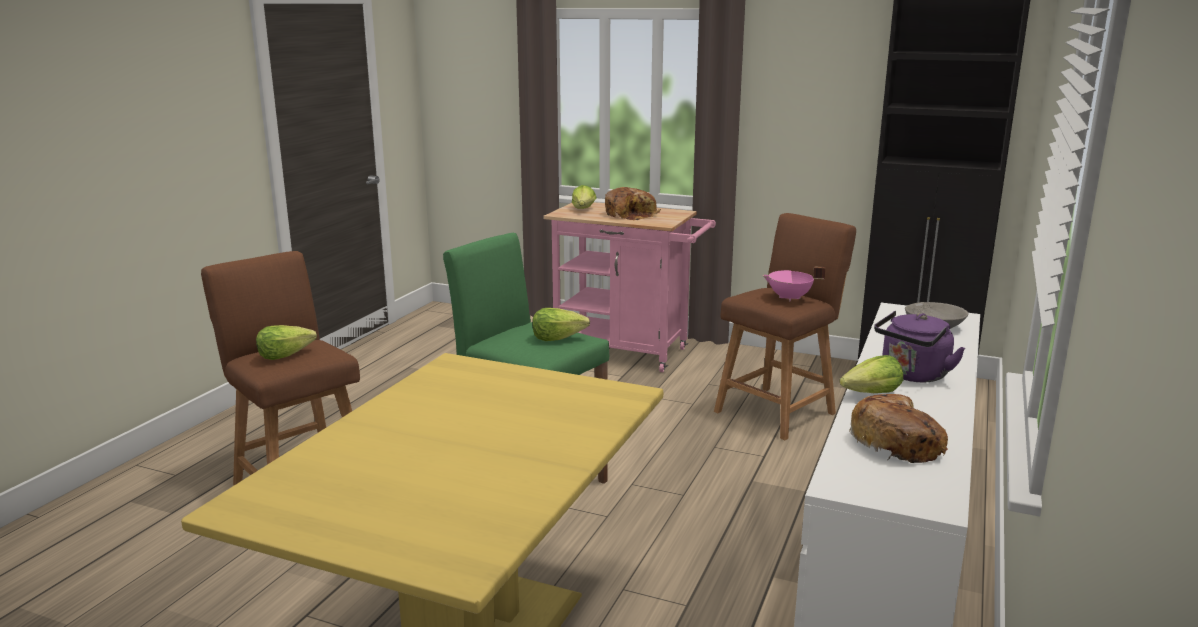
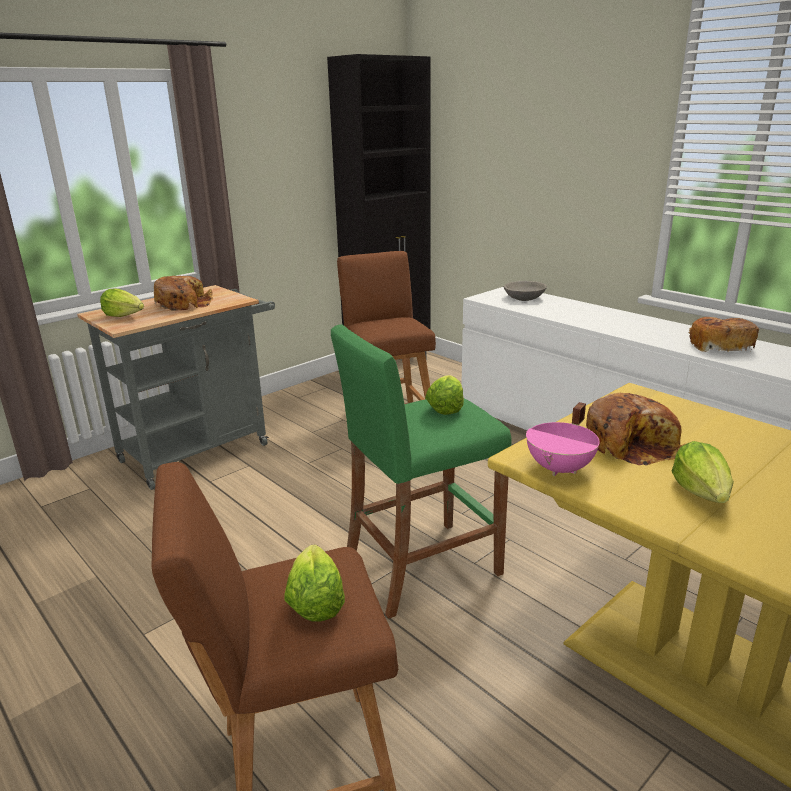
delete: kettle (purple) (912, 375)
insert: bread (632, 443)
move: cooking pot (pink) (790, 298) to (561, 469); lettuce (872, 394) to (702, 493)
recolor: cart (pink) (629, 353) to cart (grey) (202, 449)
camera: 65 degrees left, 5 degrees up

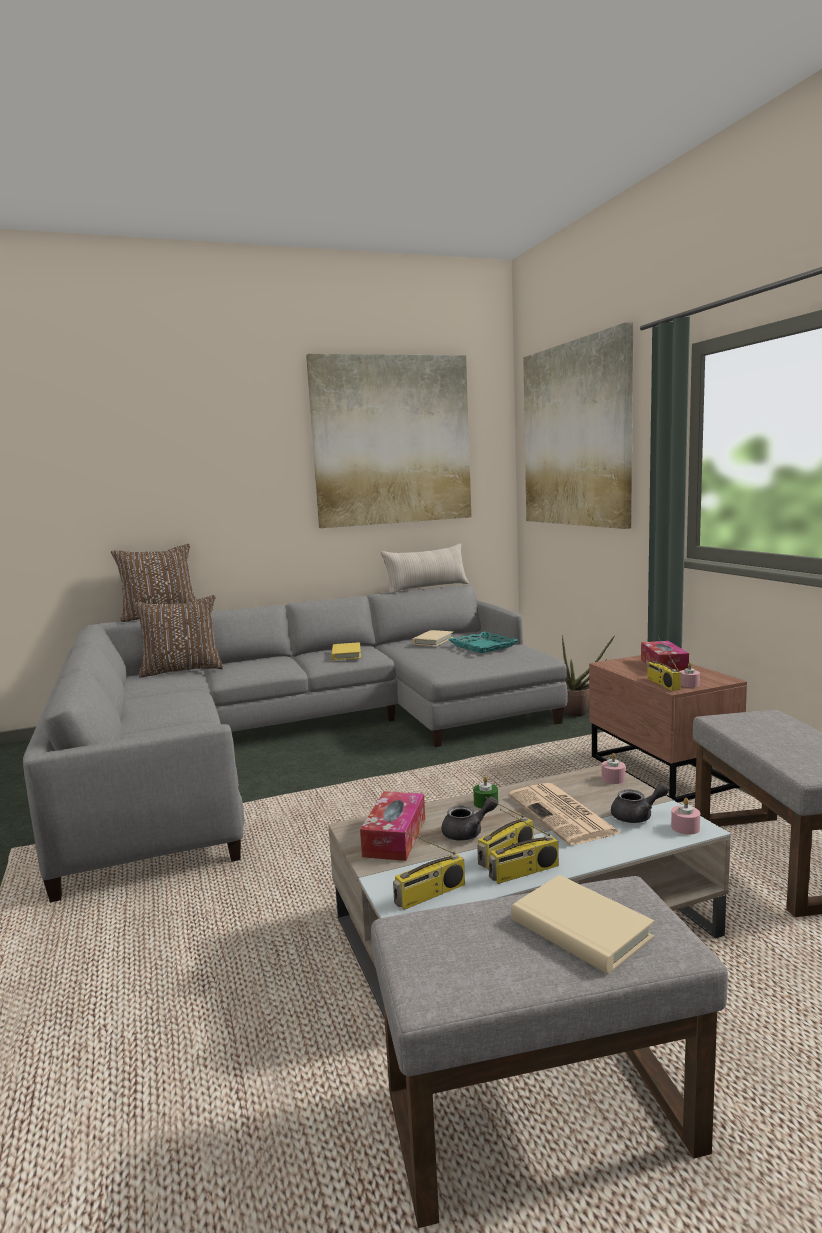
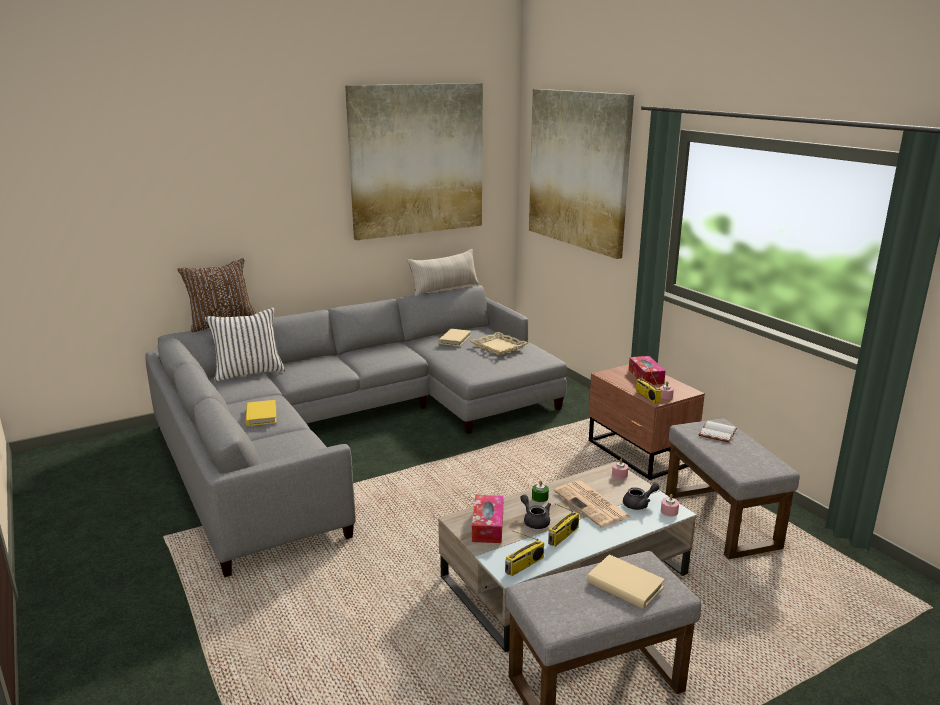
delete: radio (524, 872); potted plant (580, 714)
insert: book (white) (716, 432)
move: book (yellow) (346, 654) to (261, 415)
recolor: pillow (brown) (182, 670) to pillow (white) (248, 372); tray (turquoise) (482, 646) to tray (beige) (498, 347)
rotate: teapot (grey) (468, 832) = (535, 521) 90 degrees counterclockwise
camera: 10 degrees left, 10 degrees up

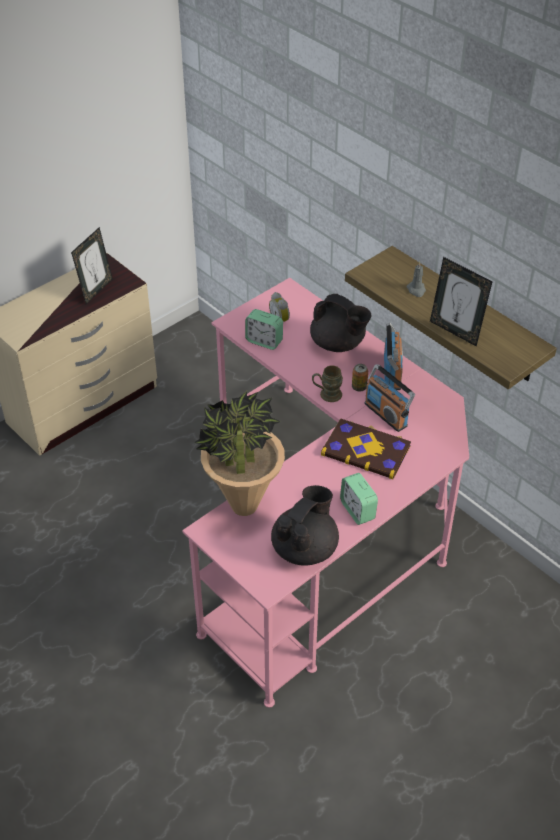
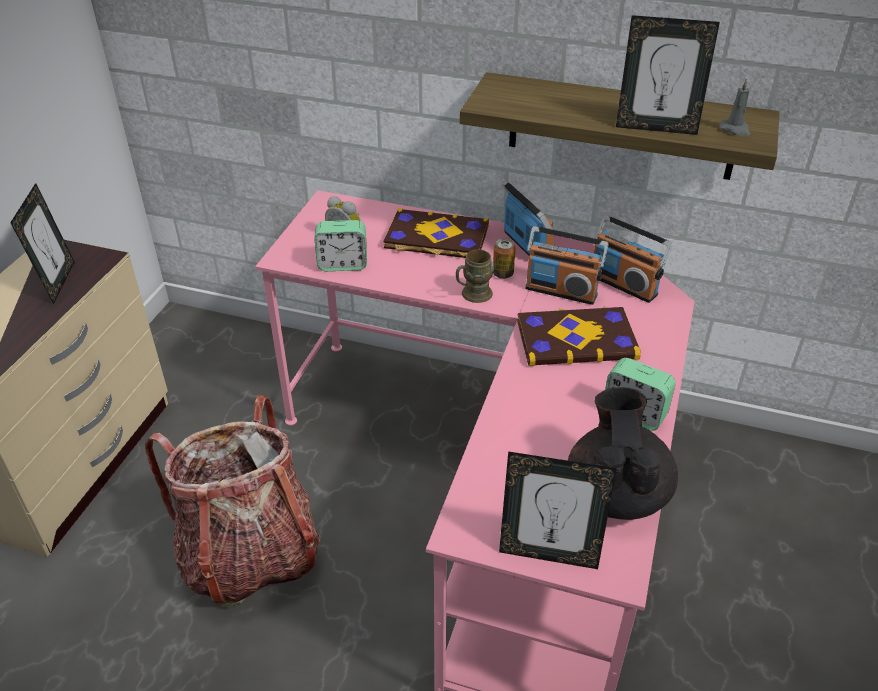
delete: potted plant (244, 506)
insert: backpack (250, 555); picture frame (549, 553); radio (623, 284)
move: candle (grey) (416, 290) to (735, 130)
replace: teapot (black) (338, 344) to book (436, 238)
camera: 30 degrees left, 5 degrees down

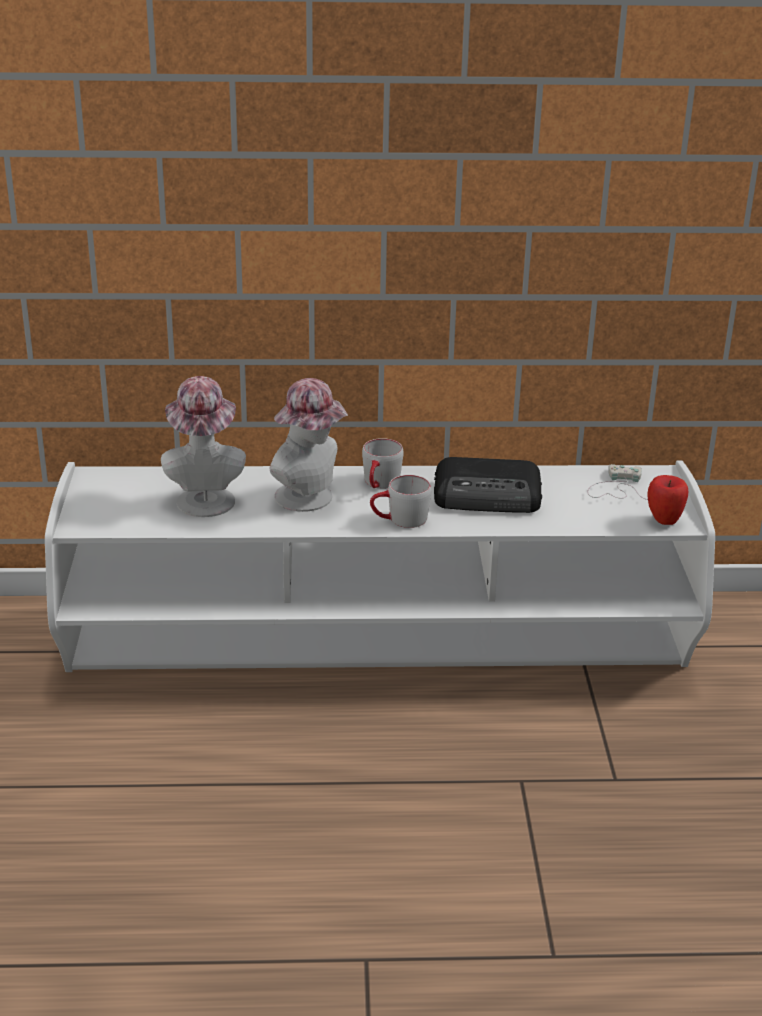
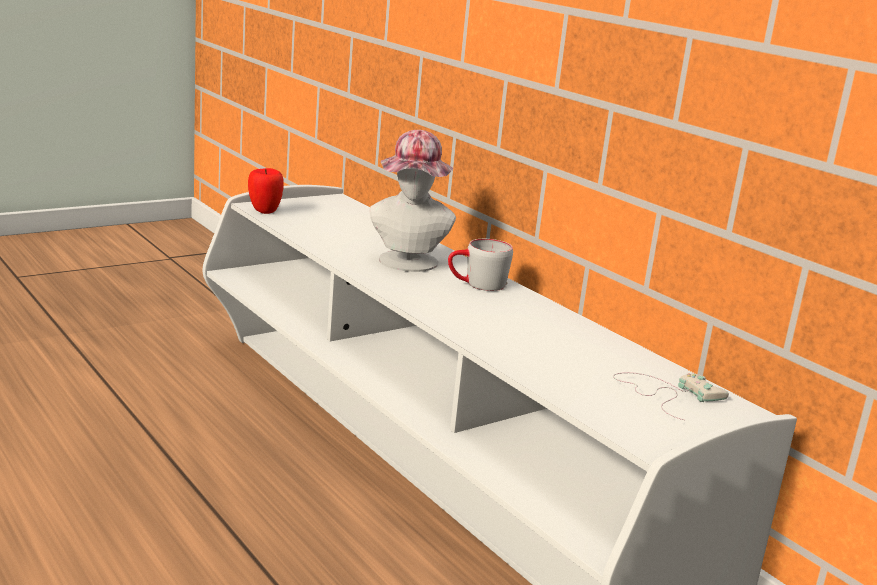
delete: hat (205, 498); mug (grey) (399, 520); radio (489, 496)
move: apple (664, 521) to (265, 211)
camera: 55 degrees right, 10 degrees down

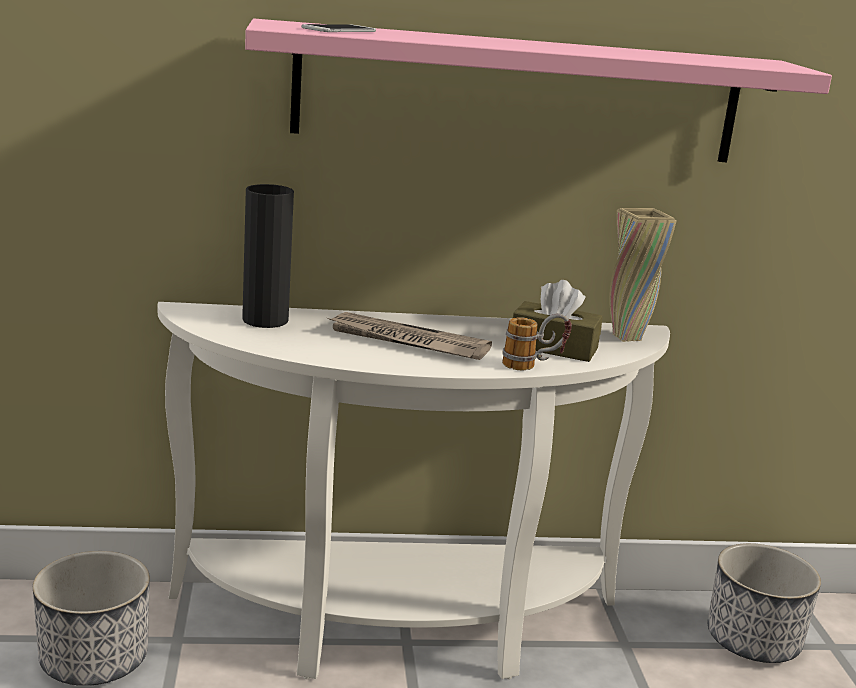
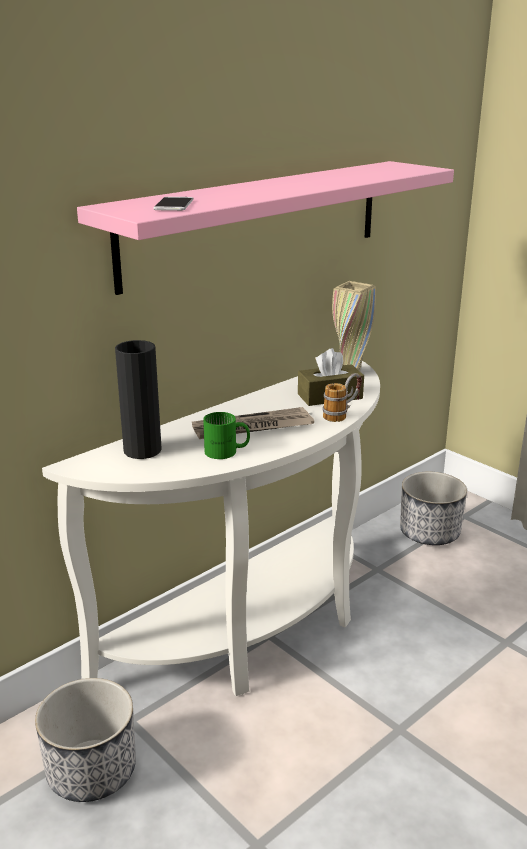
insert: mug (green) (227, 452)
camera: 35 degrees left, 5 degrees up

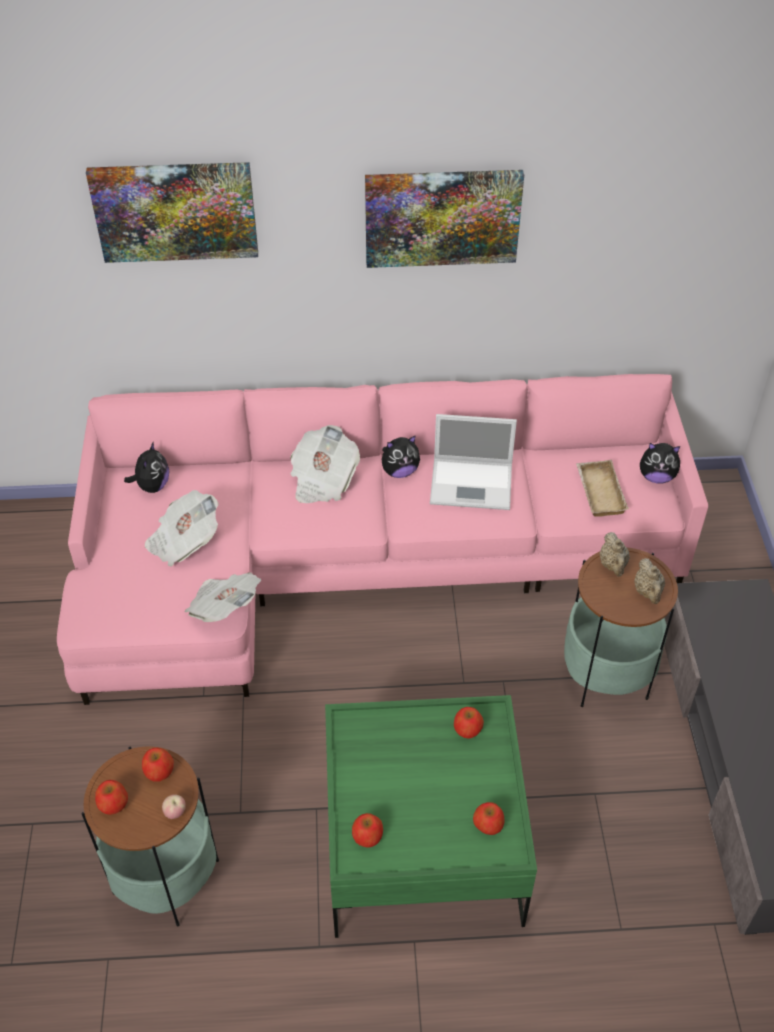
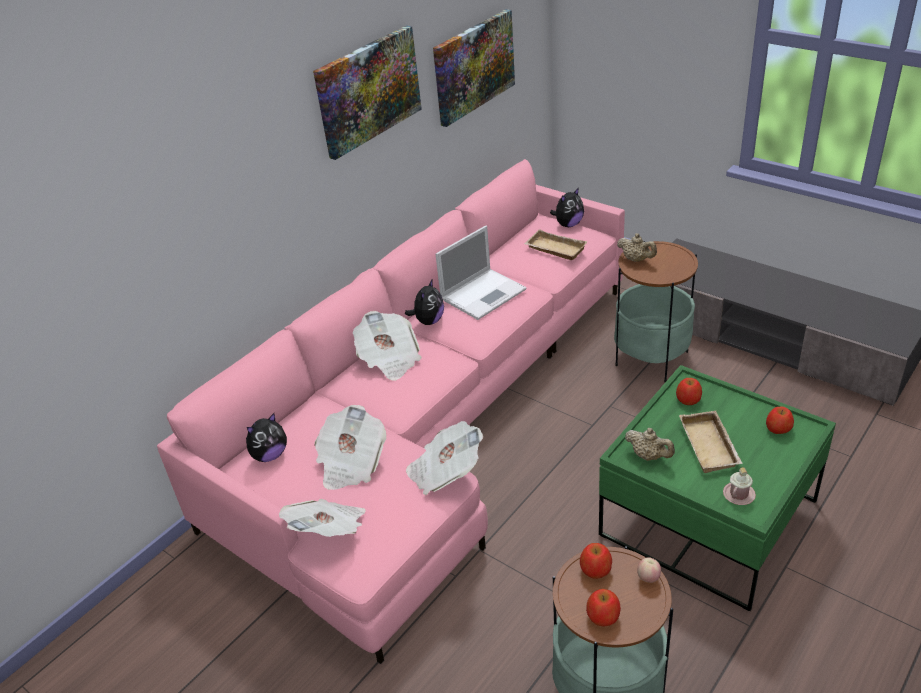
insert: newspaper (329, 531); tray (beige) (711, 446)
move: picture (175, 211) to (473, 66); teapot (beige) (648, 592) to (649, 456)
replace: apple (367, 836) to mug (pink) (739, 494)
rotate: plush toy (152, 486) = (270, 455) 90 degrees clockwise
camera: 45 degrees left, 10 degrees down

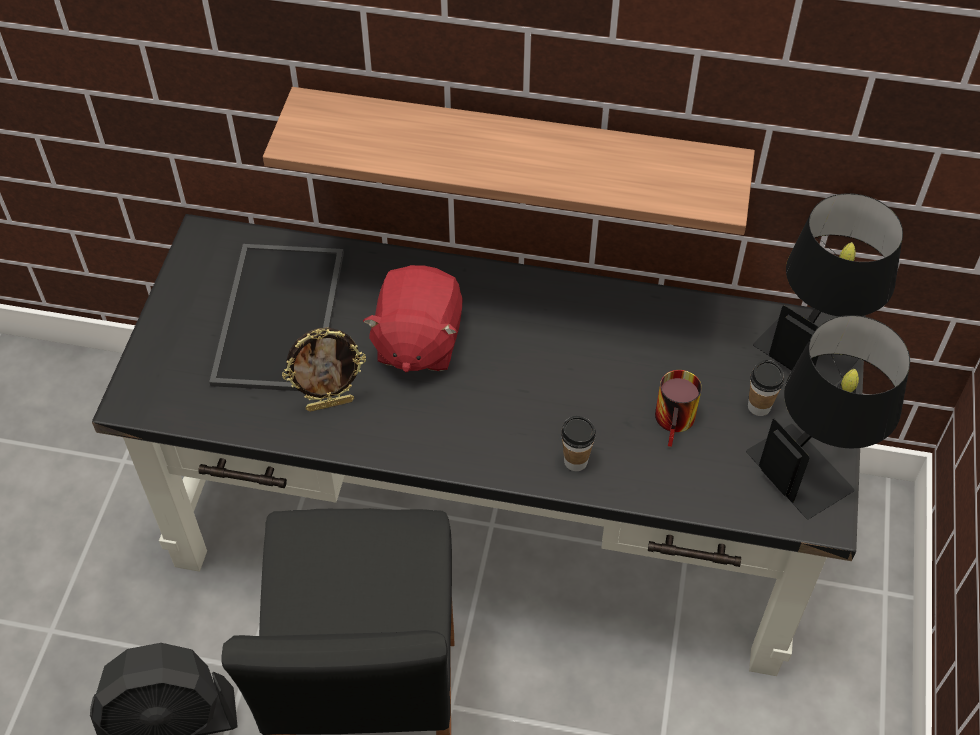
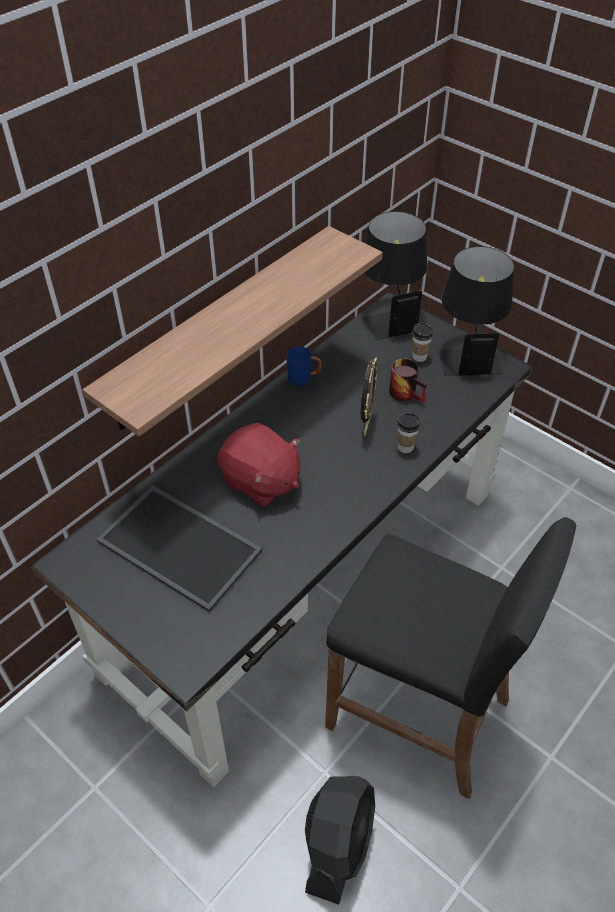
insert: mug (blue) (304, 378)
move: picture frame (330, 404) to (366, 424)
camera: 60 degrees left, 5 degrees down

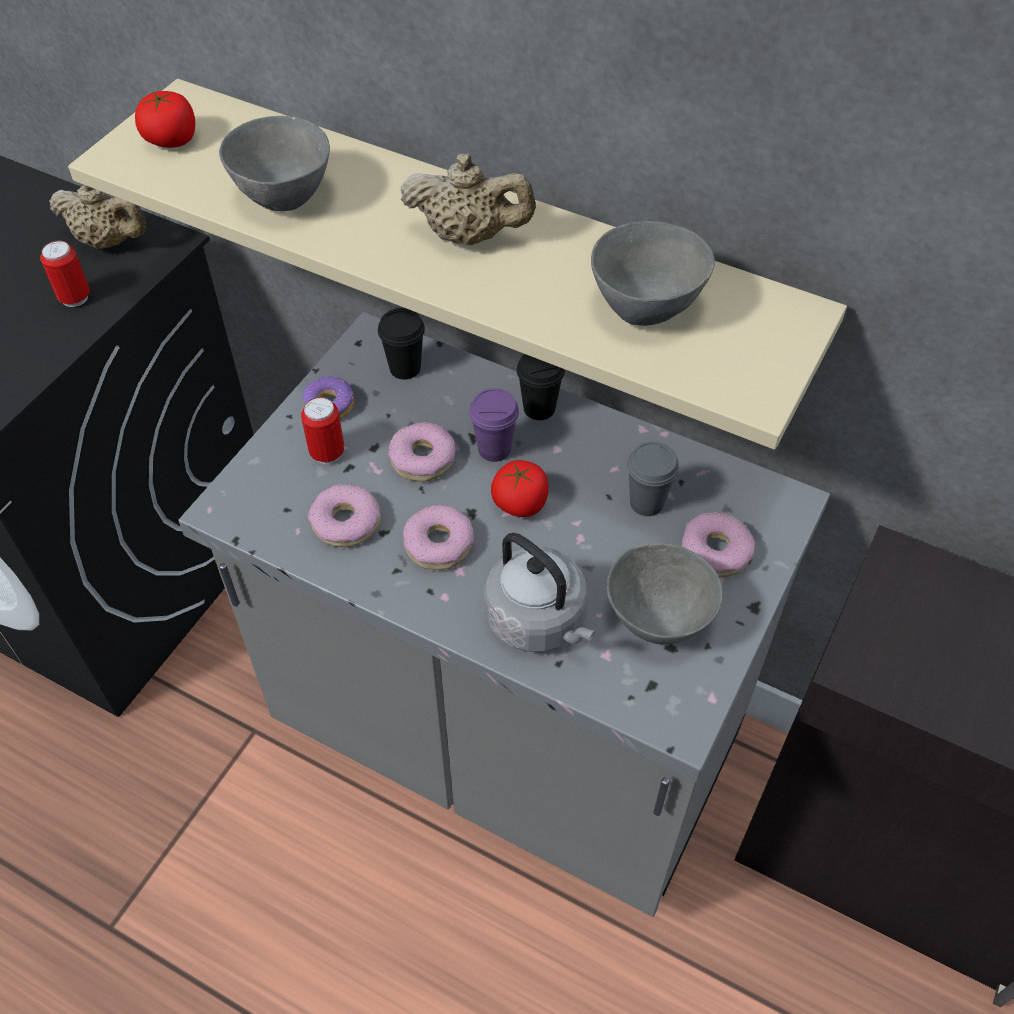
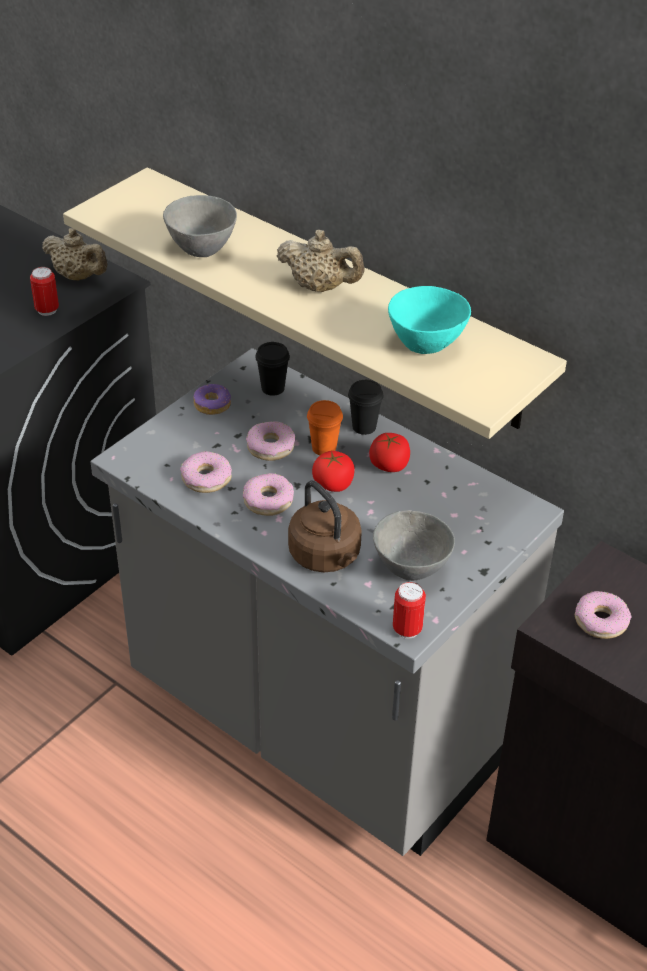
delete: cup (grey) (646, 503)
move: tomato (171, 140) to (389, 465); can (327, 453) to (407, 629); donut (716, 551) to (601, 621)
recolor: cup (purple) (494, 449) to cup (orange) (324, 448); kettle (grey) (539, 621) to kettle (brown) (326, 557); bowl (grey) (645, 309) to bowl (turquoise) (426, 345)
camera: 10 degrees right, 10 degrees down

